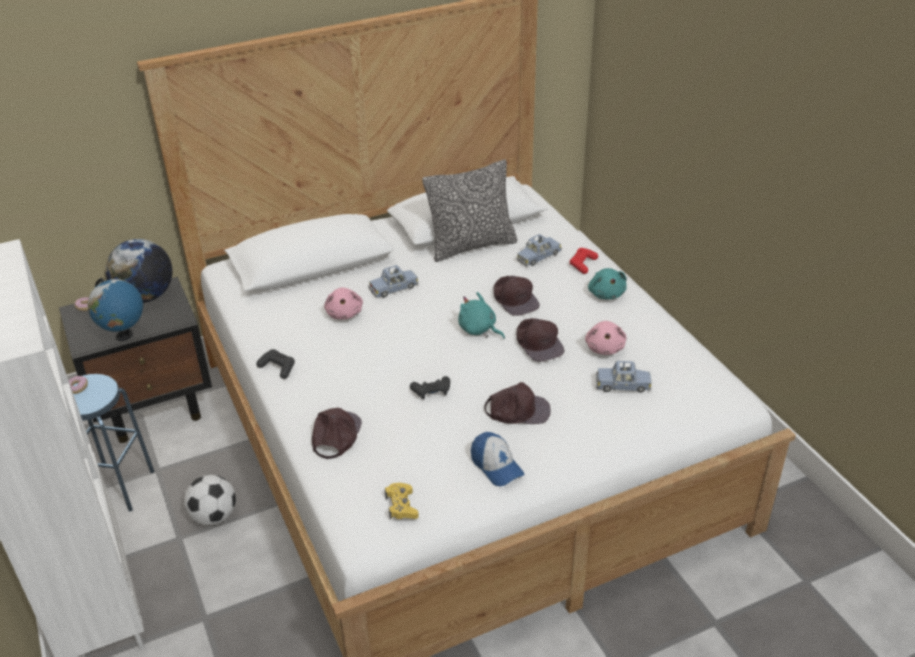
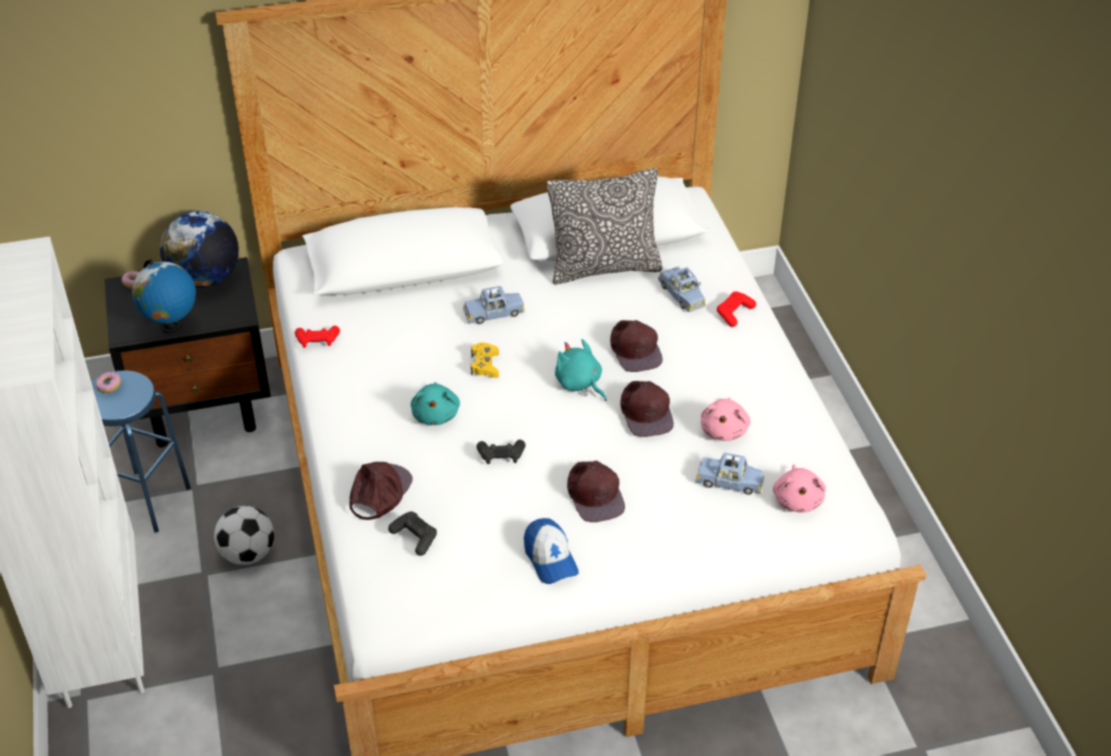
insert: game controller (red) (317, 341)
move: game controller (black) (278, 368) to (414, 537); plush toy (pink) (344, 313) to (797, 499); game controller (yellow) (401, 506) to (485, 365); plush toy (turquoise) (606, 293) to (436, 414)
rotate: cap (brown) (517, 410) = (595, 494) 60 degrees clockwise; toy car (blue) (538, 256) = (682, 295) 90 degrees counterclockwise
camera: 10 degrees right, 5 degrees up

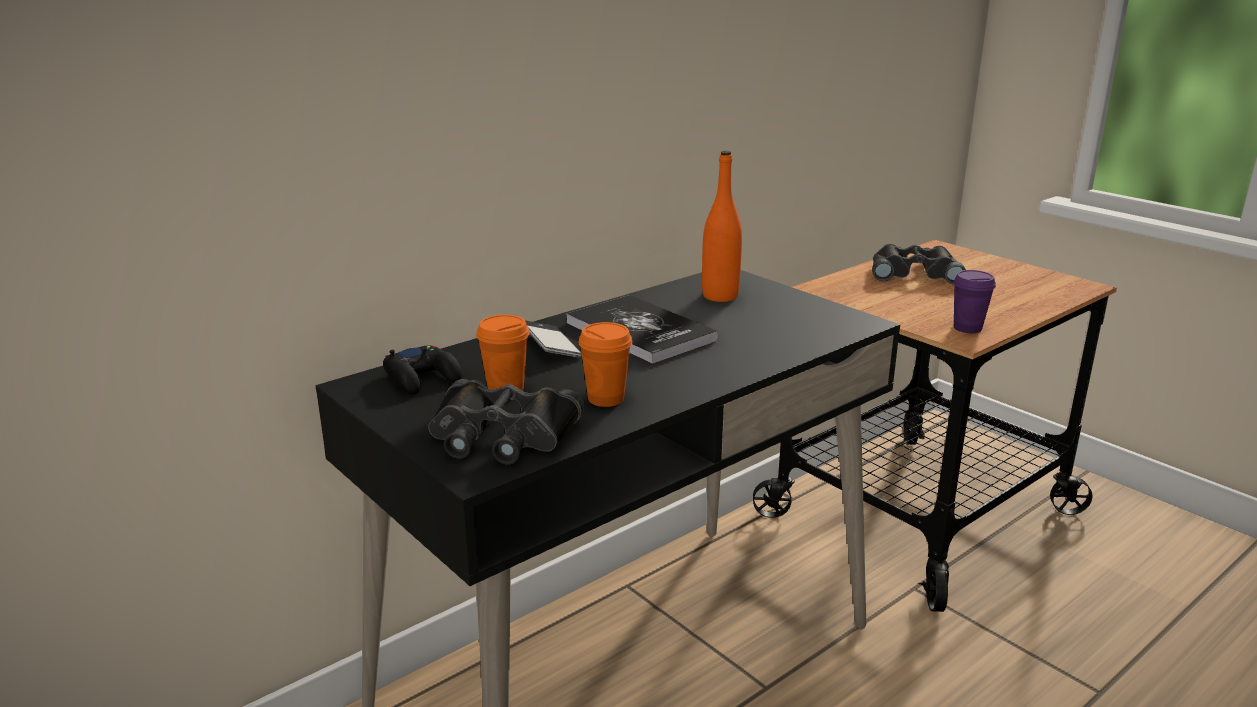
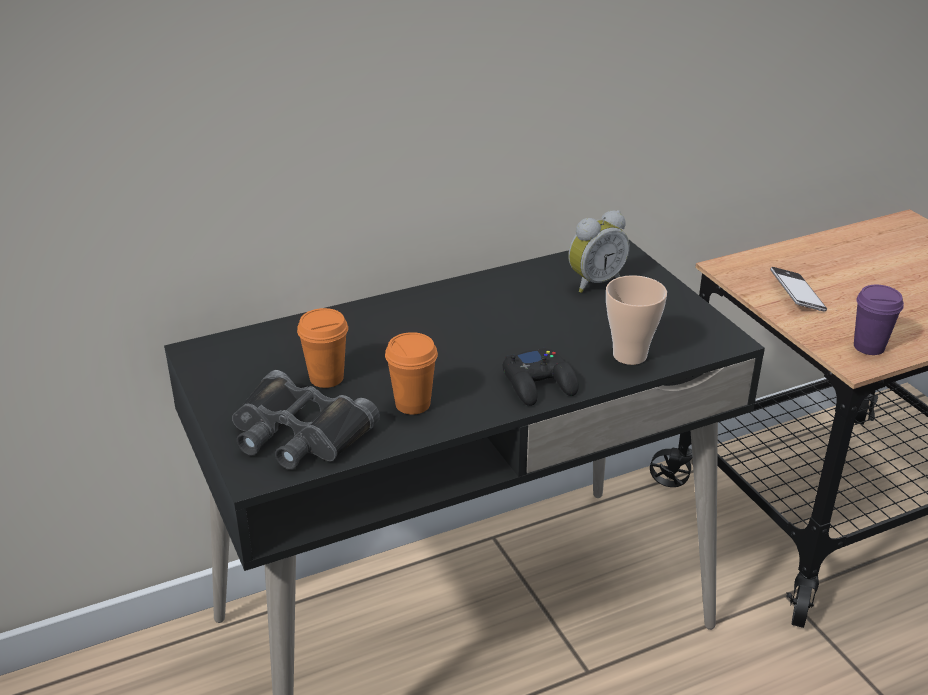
delete: book (640, 331); binoculars (black) (914, 273)
insert: cup (629, 355)
move: game controller (black) (423, 378) to (539, 384); phone (551, 346) to (796, 295)
replace: bottle (orange) (720, 296) to alarm clock (594, 282)
camera: 15 degrees right, 10 degrees up

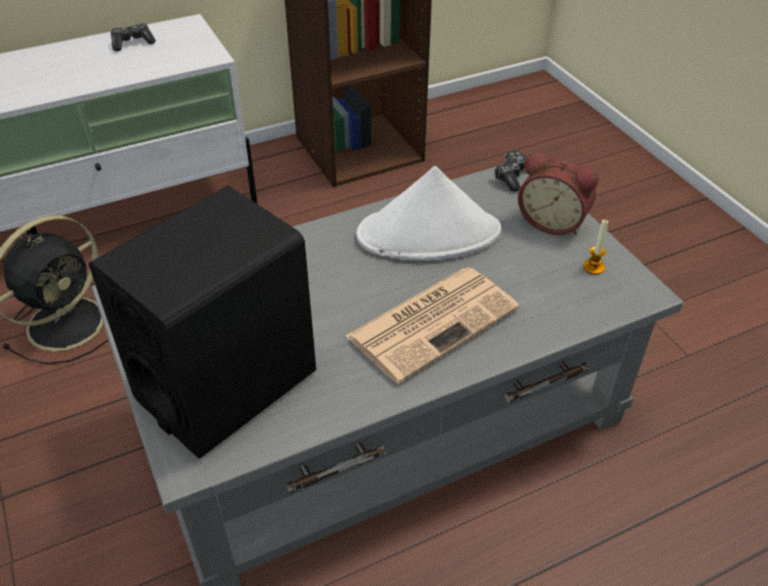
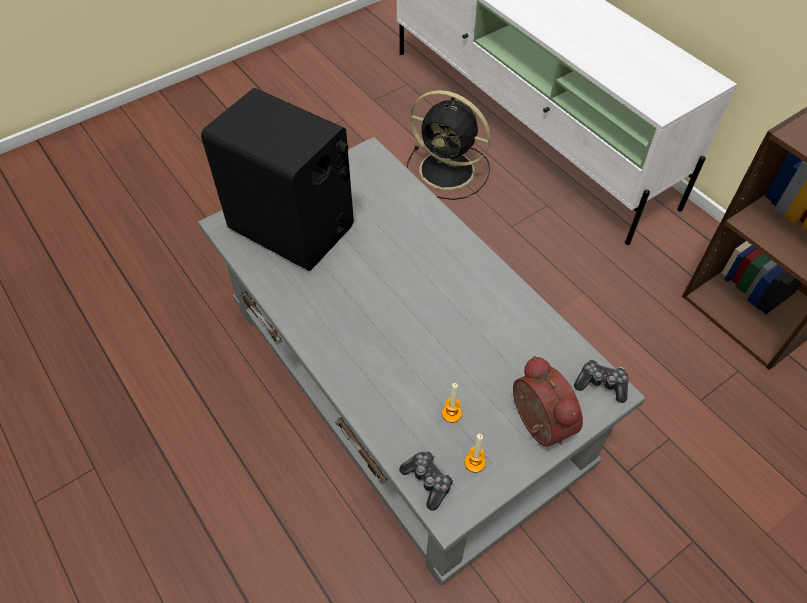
delete: newspaper (434, 321); hat (white) (429, 234)
insert: candle (451, 413)
move: game controller (132, 43) to (427, 481)
rotate: alarm clock (553, 221) = (537, 424) 135 degrees clockwise
camera: 80 degrees right, 10 degrees up

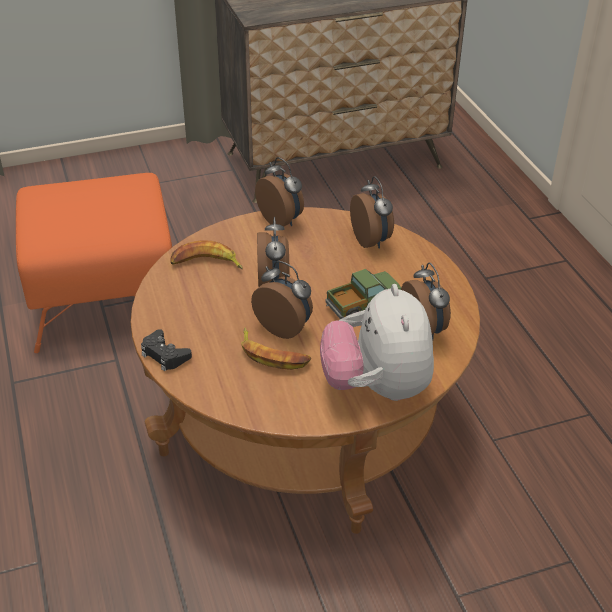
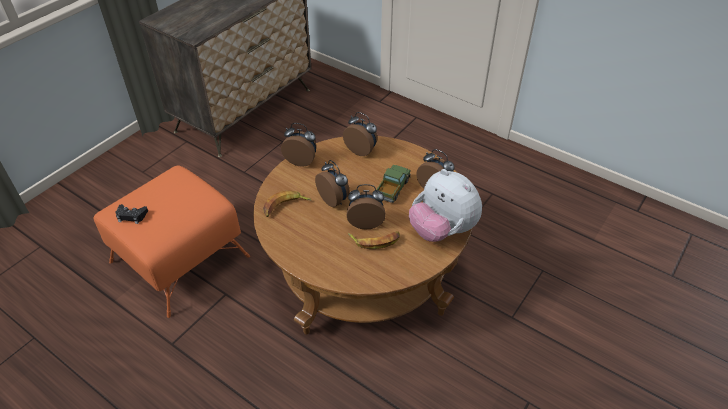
move: game controller (black) (165, 355) to (131, 216)
camera: 35 degrees left, 5 degrees up

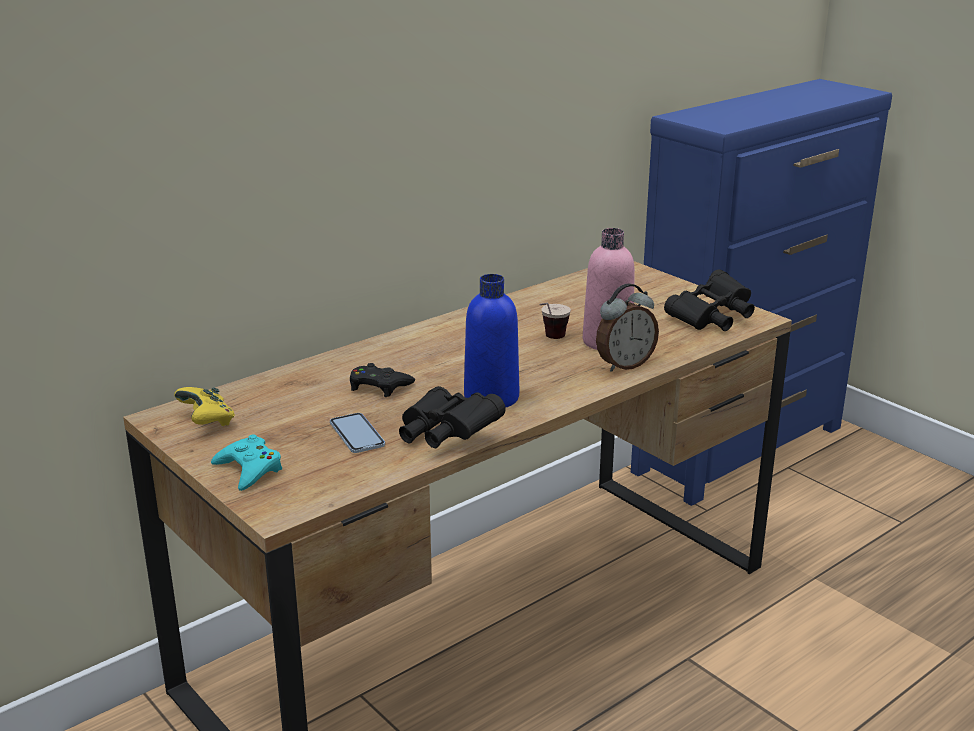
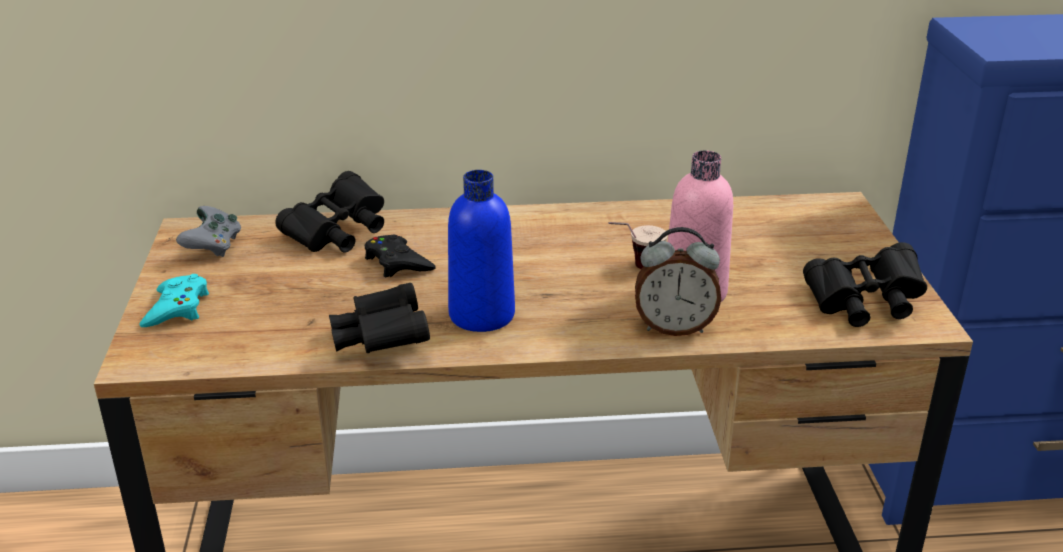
delete: phone (357, 434)
insert: binoculars (black) (338, 234)
recolor: game controller (yellow) (207, 421) to game controller (grey) (213, 247)
camera: 35 degrees right, 5 degrees up

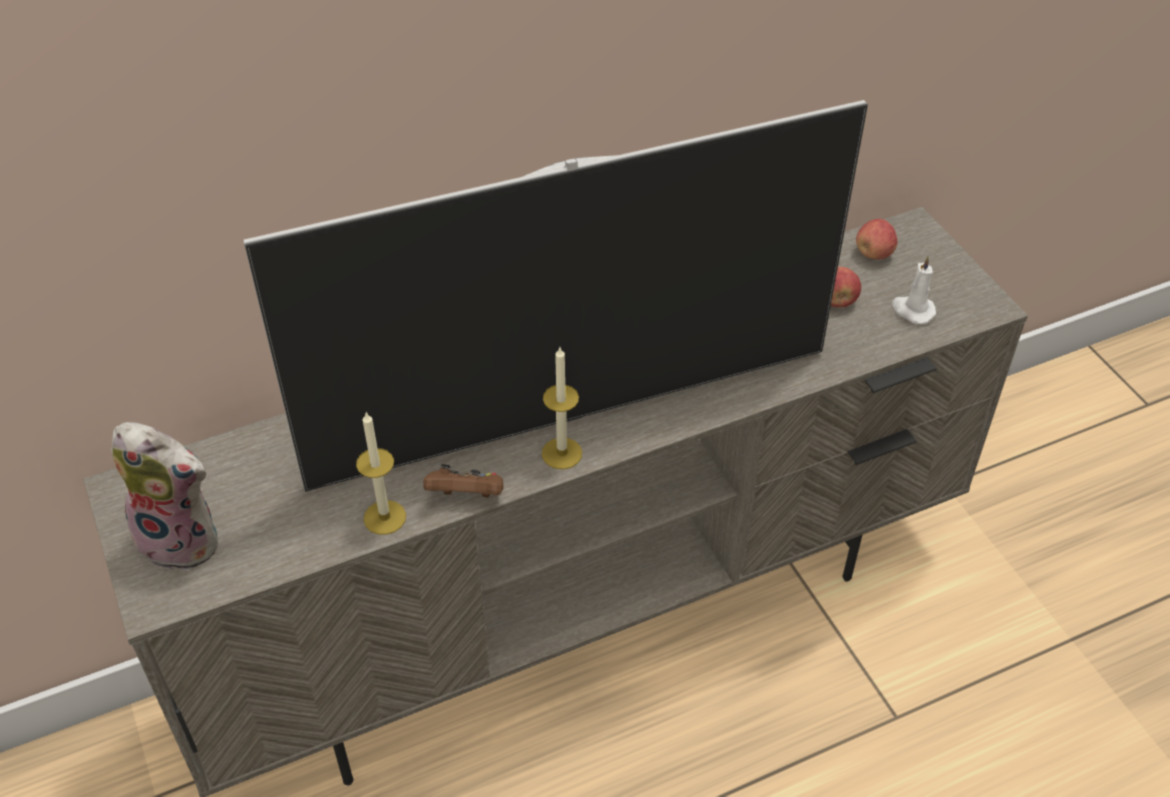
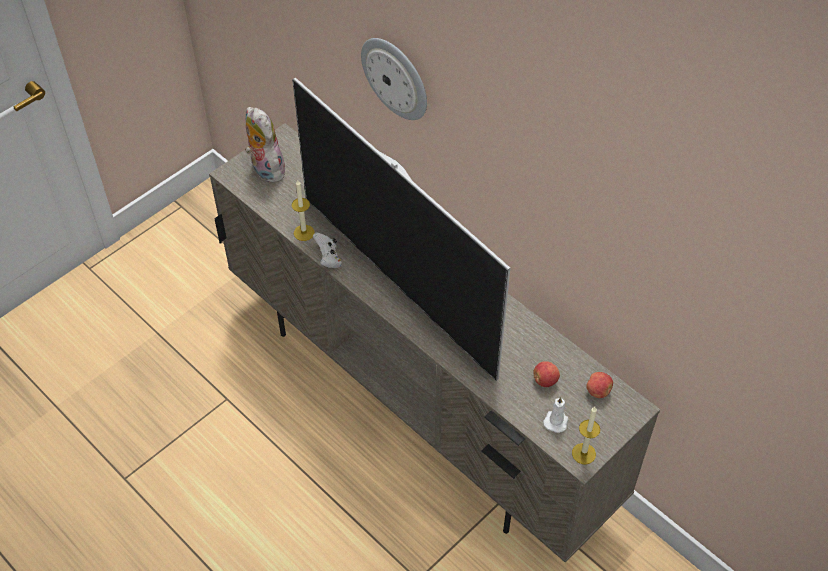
insert: wall clock (396, 77)
move: candle (562, 453) to (583, 453)
recolor: game controller (brown) (467, 496) to game controller (white) (328, 258)
rotate: plush toy (184, 538) = (265, 169) 150 degrees clockwise
camera: 70 degrees right, 5 degrees up

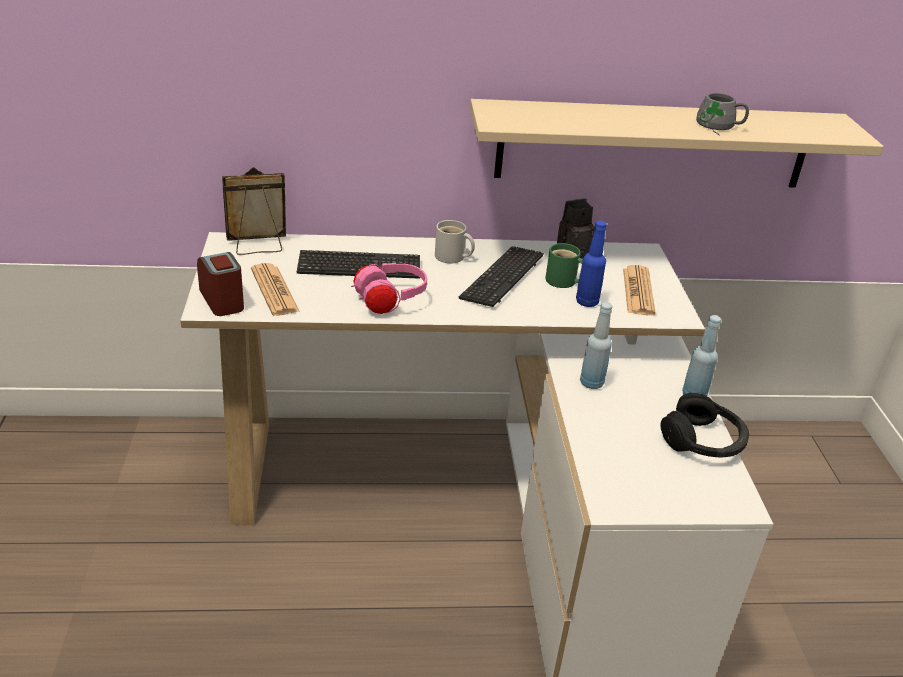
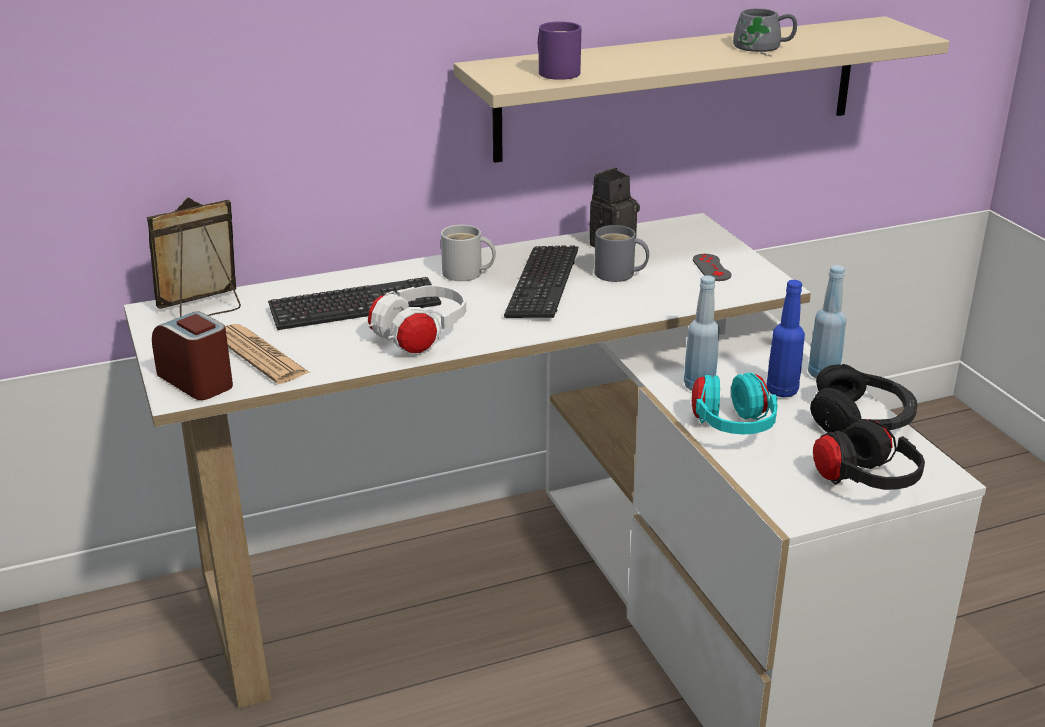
insert: mug (purple) (558, 72); headphones (turquoise) (732, 429); headphones (black) (865, 483)
move: bottle (blue) (587, 302) to (782, 391)
replace: newspaper (638, 291) to game controller (grey) (711, 268)
recolor: headphones (pink) (389, 302) to headphones (white) (419, 338); mug (green) (563, 282) to mug (grey) (618, 274)
camera: 15 degrees left, 5 degrees down

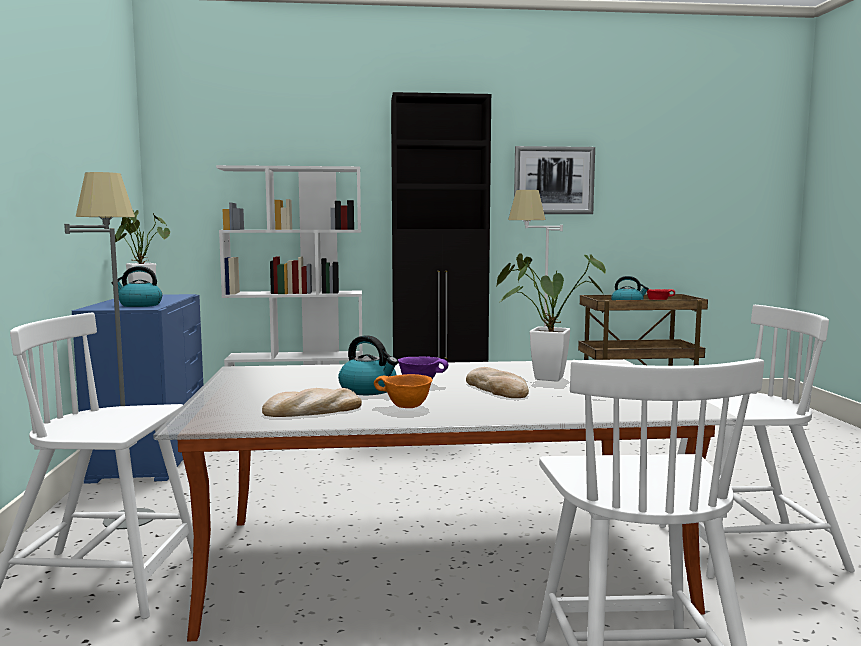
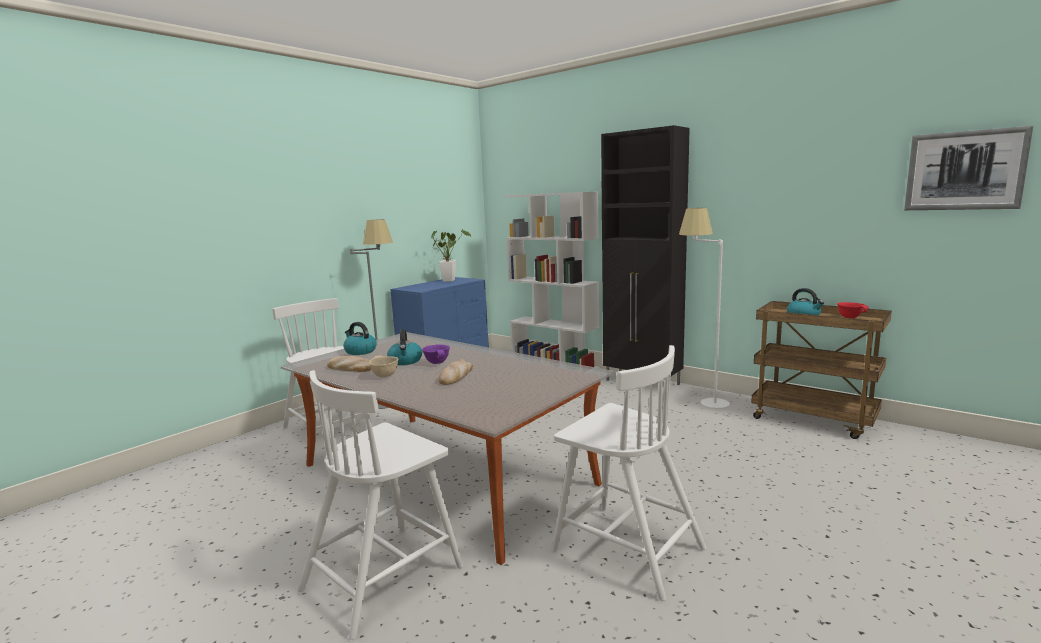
delete: potted plant (541, 377)
move: kettle (139, 305) to (360, 351); picture (553, 180) to (964, 170)
recolor: bowl (orange) (406, 407) to bowl (beige) (384, 376)
camera: 45 degrees right, 5 degrees up

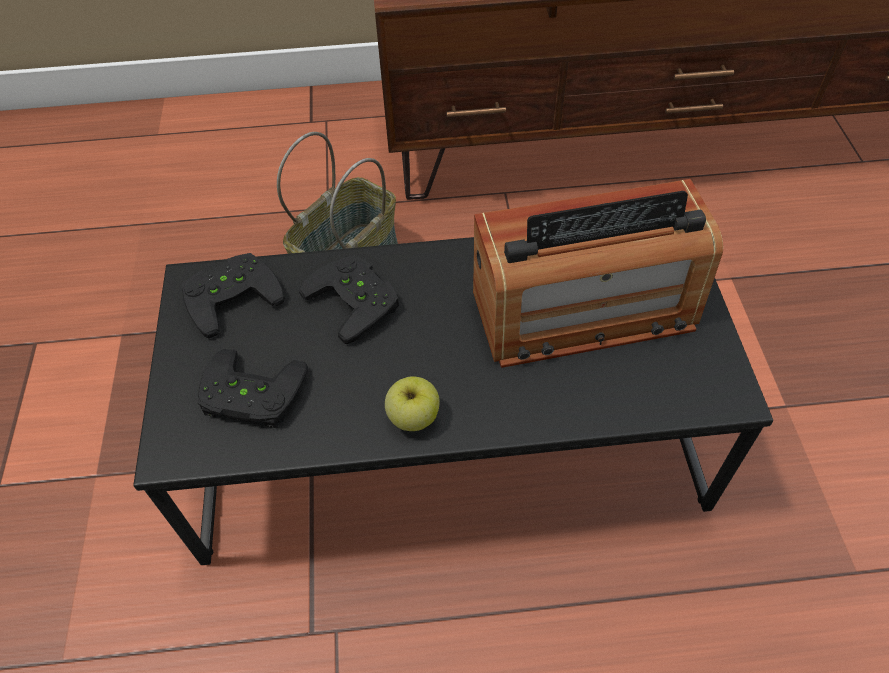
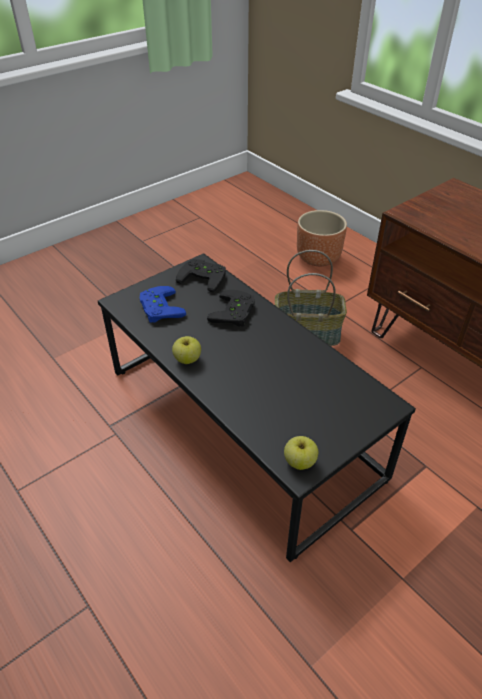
delete: radio (583, 310)
insert: apple (299, 462); planter (brown) (319, 258)
recolor: game controller (black) (250, 398) to game controller (blue) (158, 308)
camera: 55 degrees right, 10 degrees down

